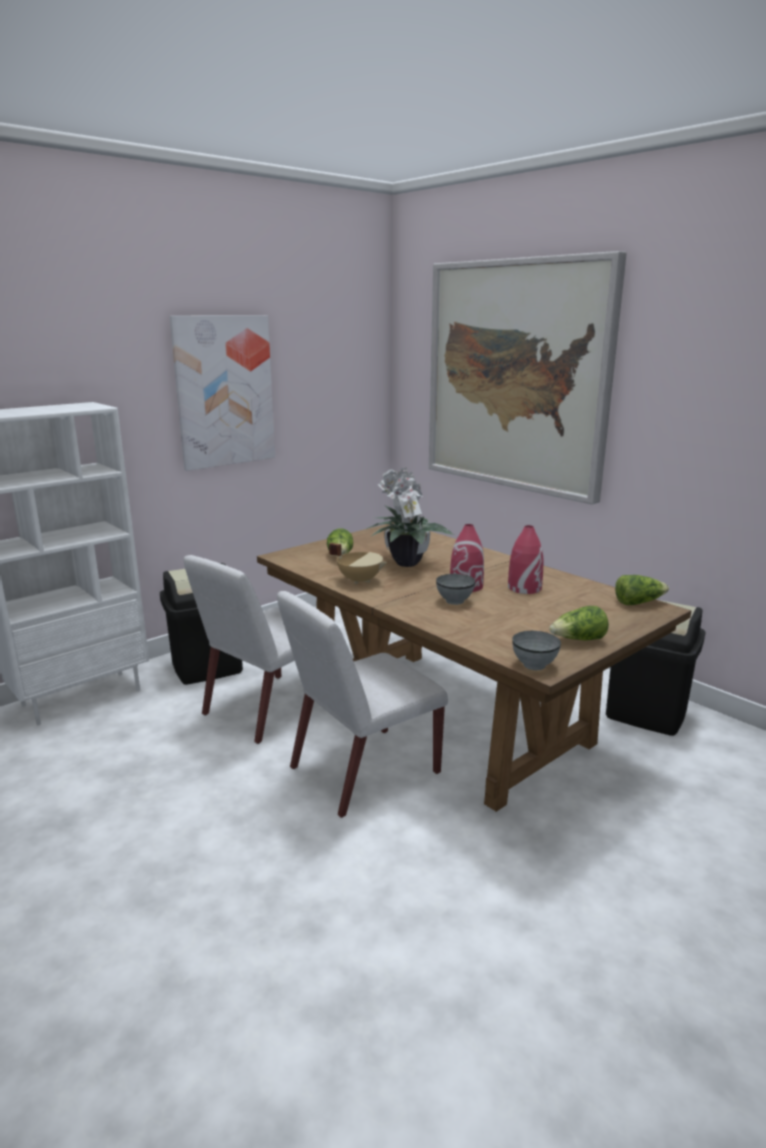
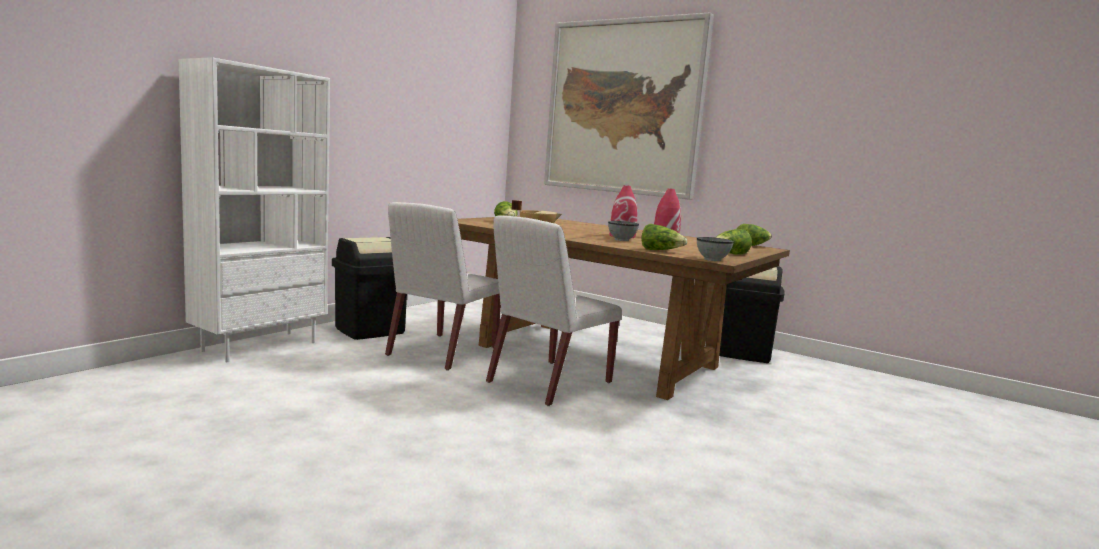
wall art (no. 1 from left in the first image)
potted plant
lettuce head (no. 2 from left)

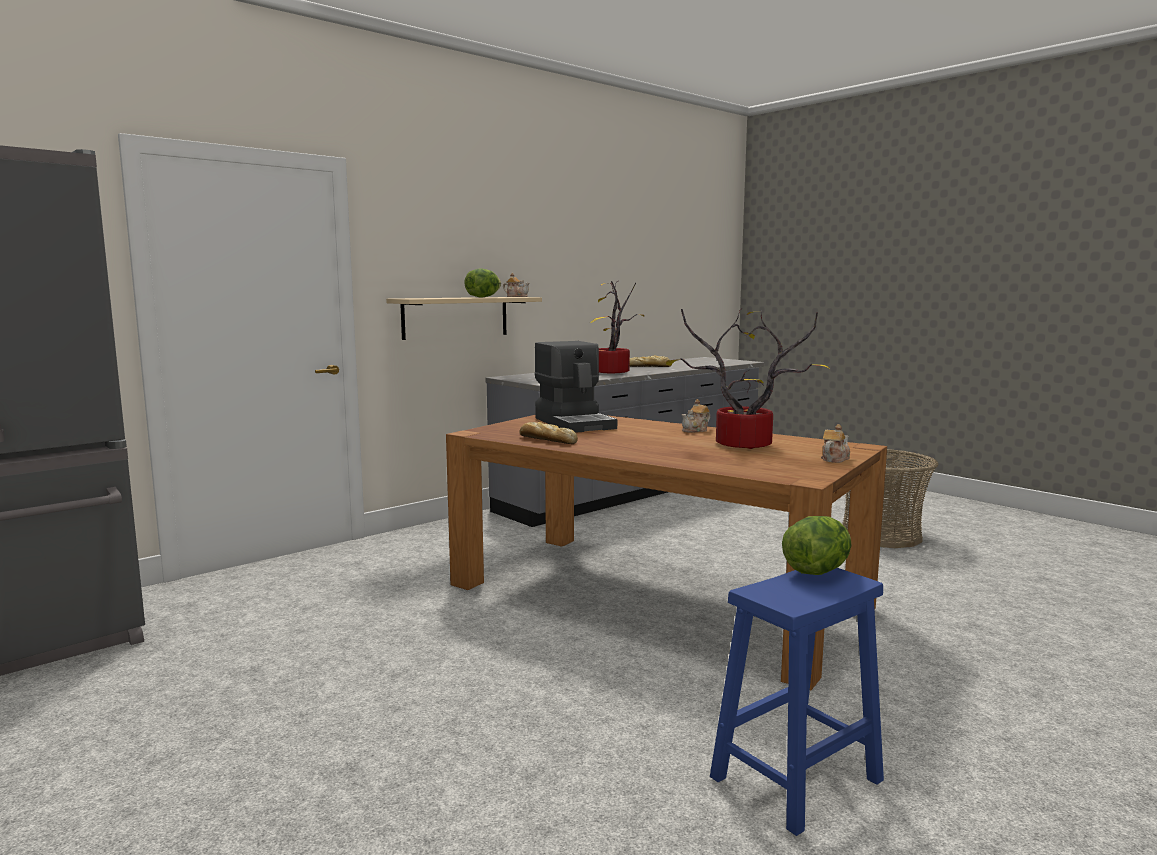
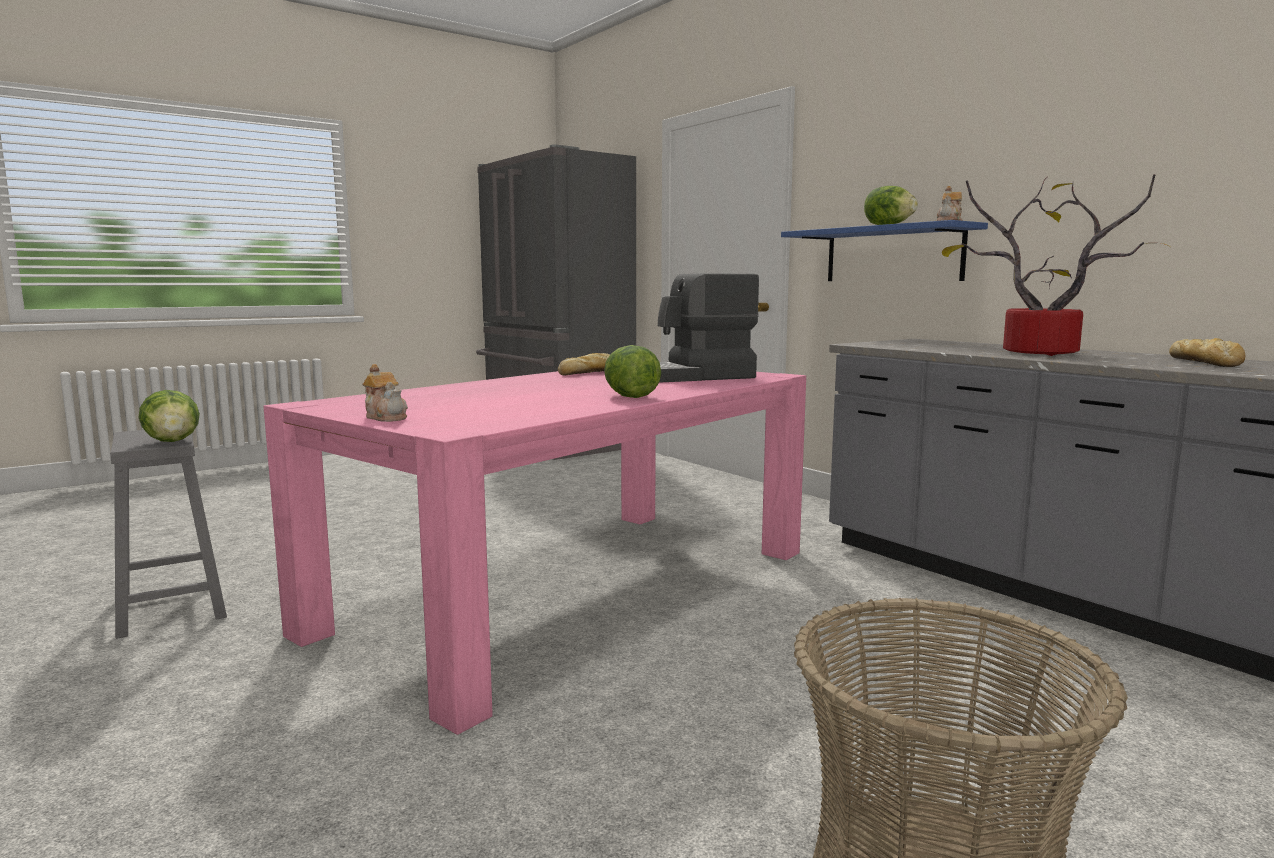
bluish bracket shelf
pink-coloured dining table
potted plant (no. 2 from left in the first image)
lettuce head (no. 2 from left)
greyish stool seat

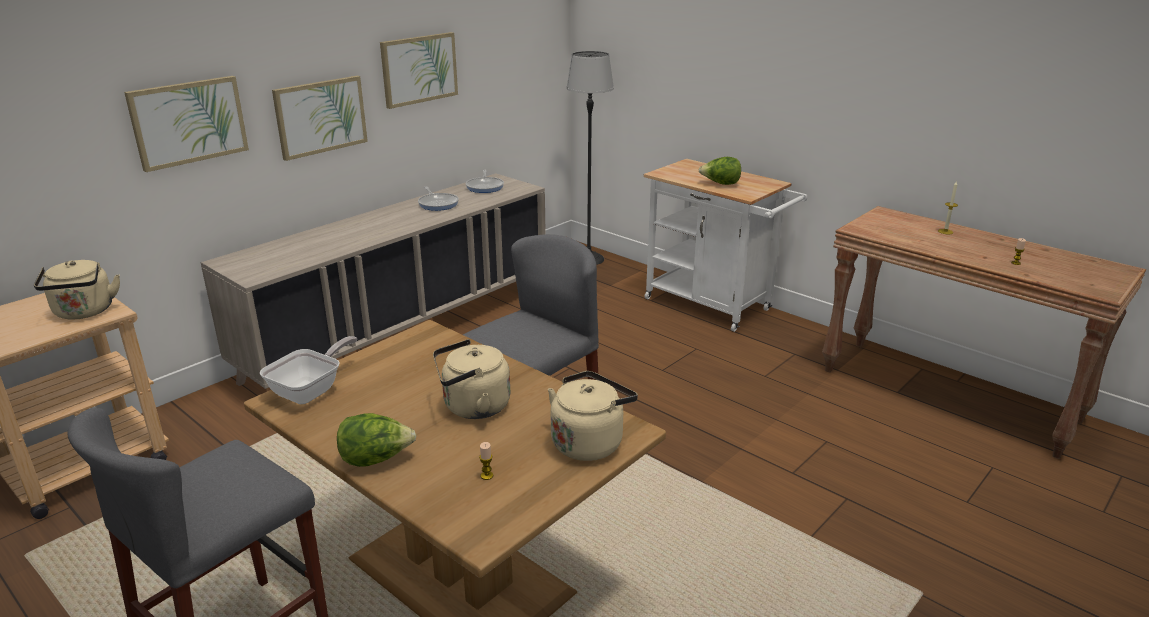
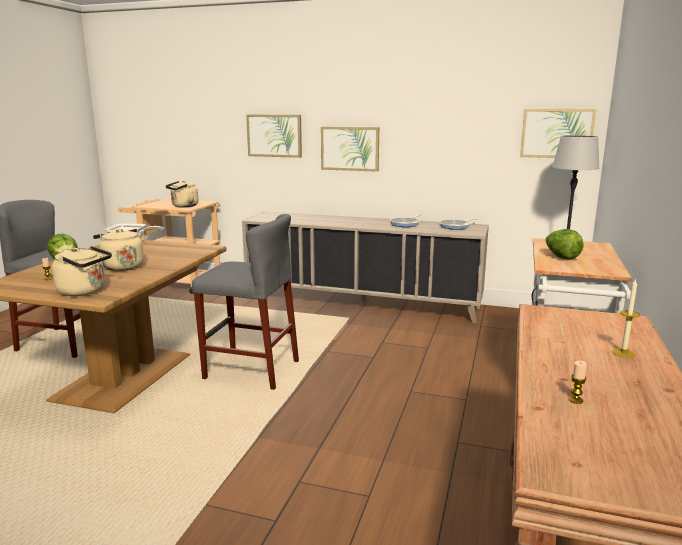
wall art (no. 3 from left)

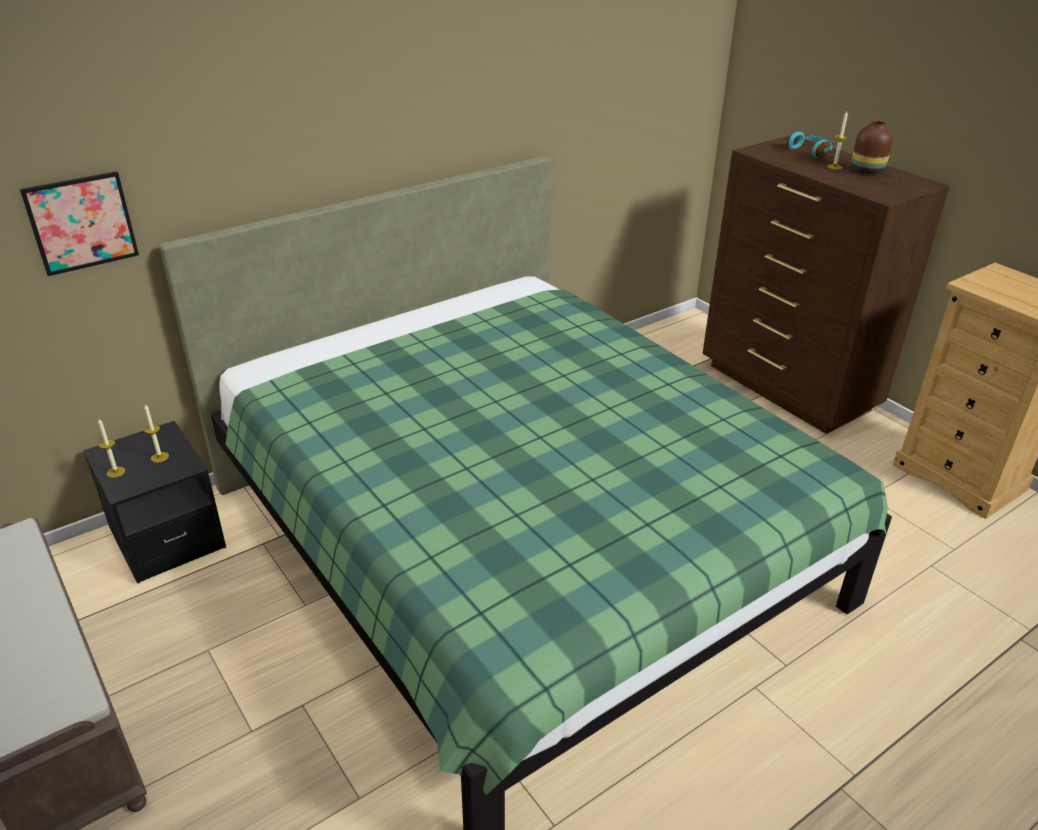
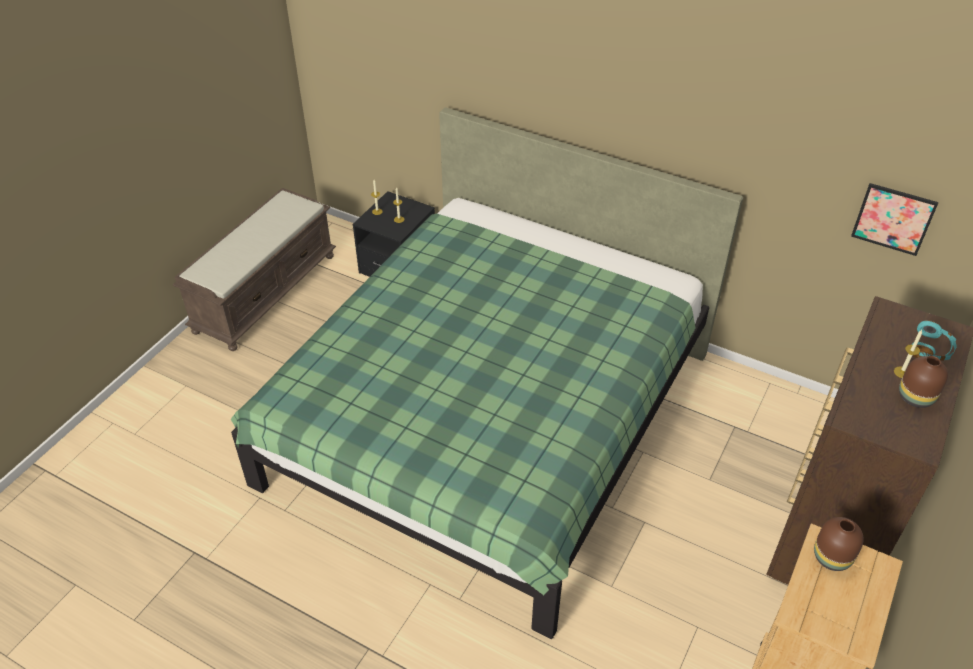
wall art
brown flower vase (no. 1 from left)

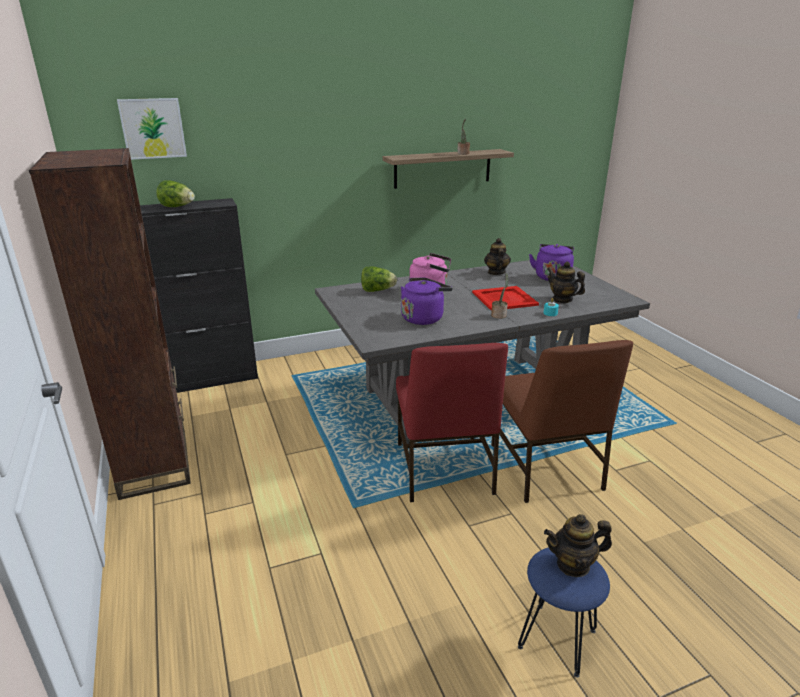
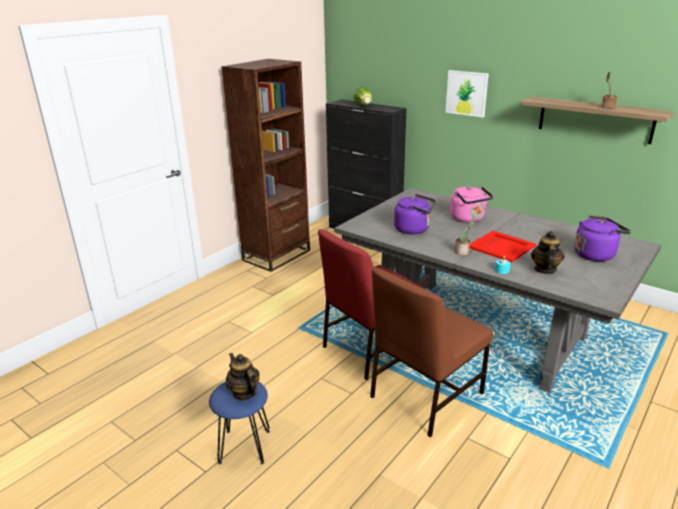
wall art
lettuce head (no. 2 from left in the first image)
teapot (no. 1 from left in the first image)

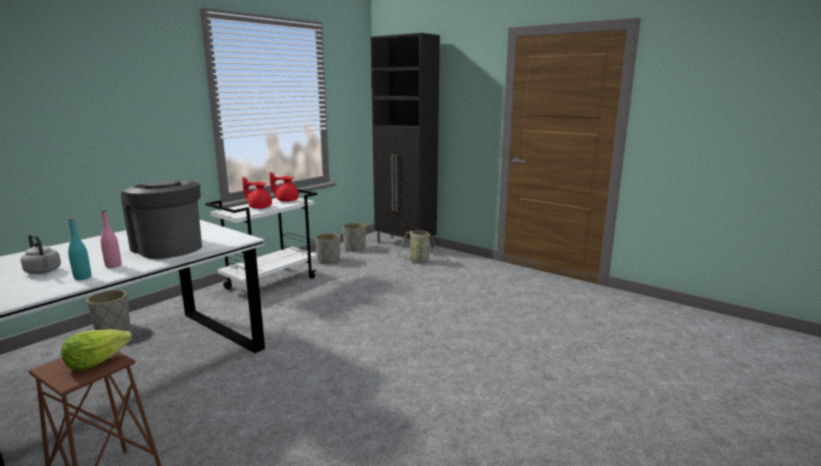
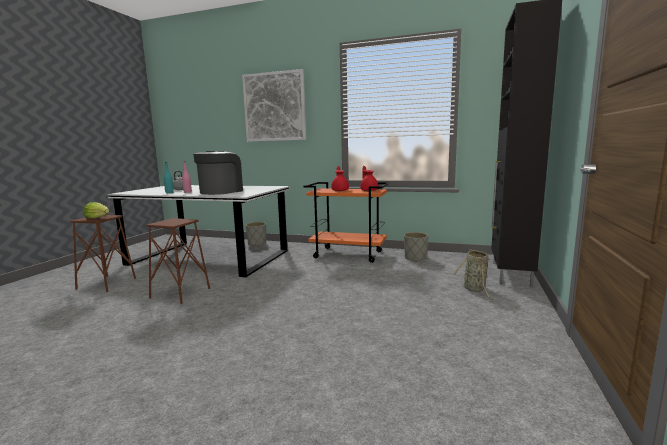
orangey cart
greyish flower pot (no. 3 from left in the first image)
brown stool seat (no. 2 from left)
wall art

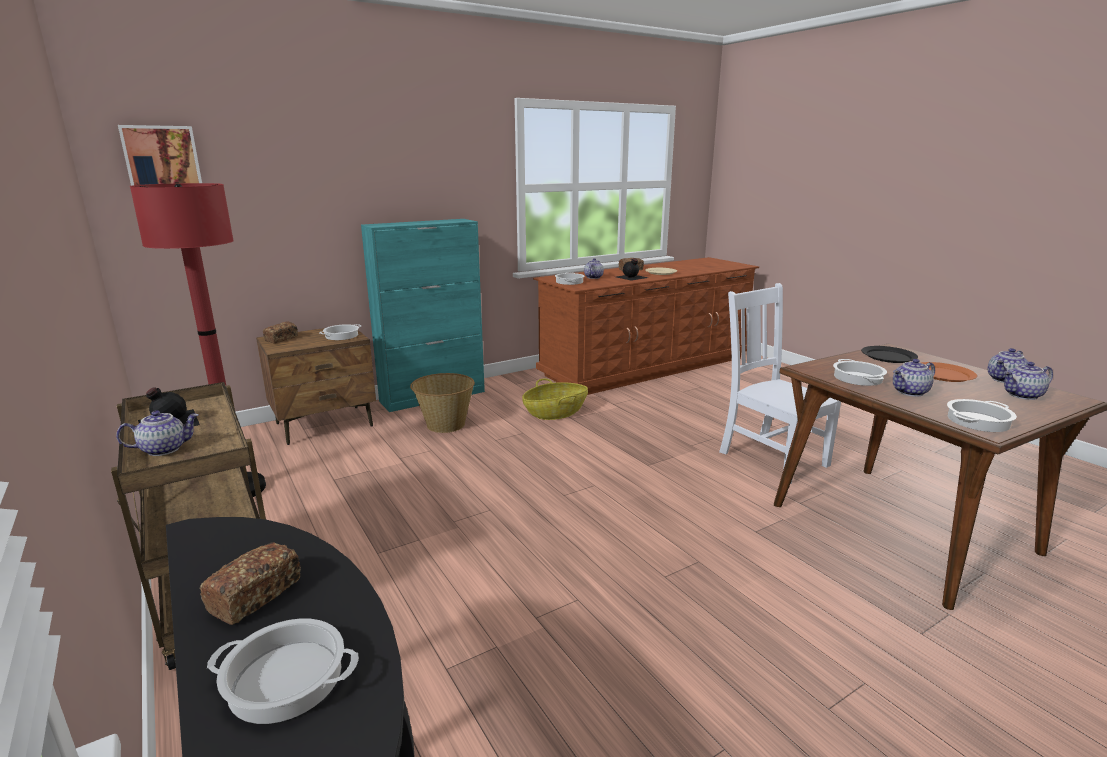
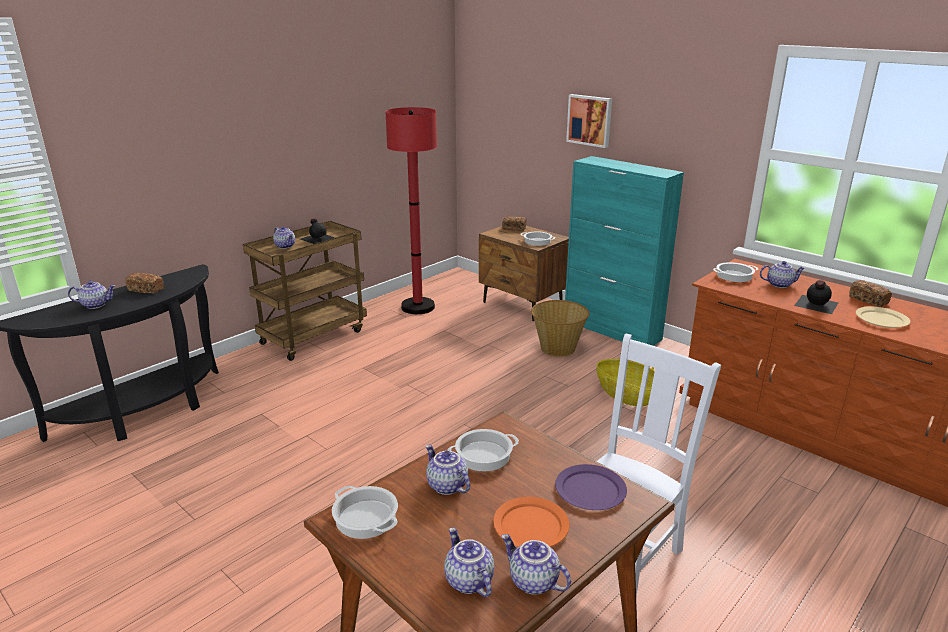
wall art
teapot (no. 1 from left)
purple flat dish

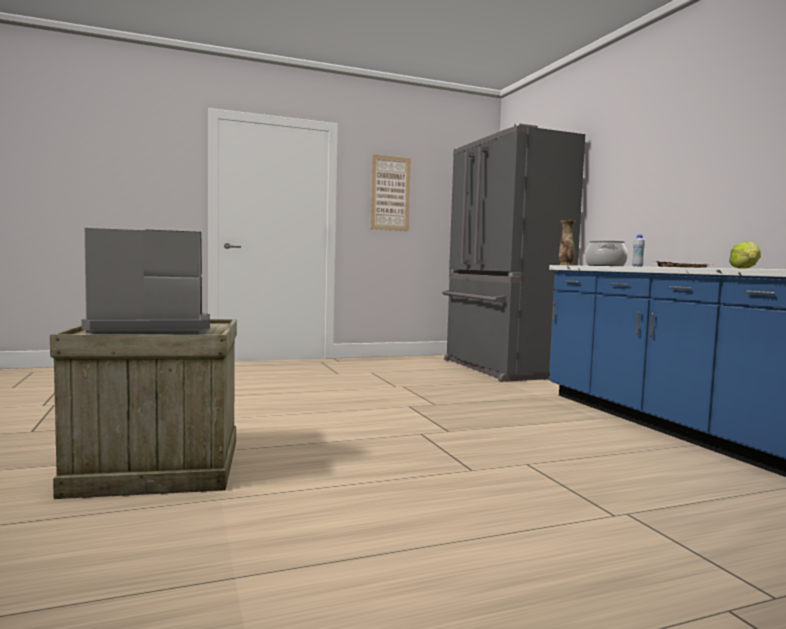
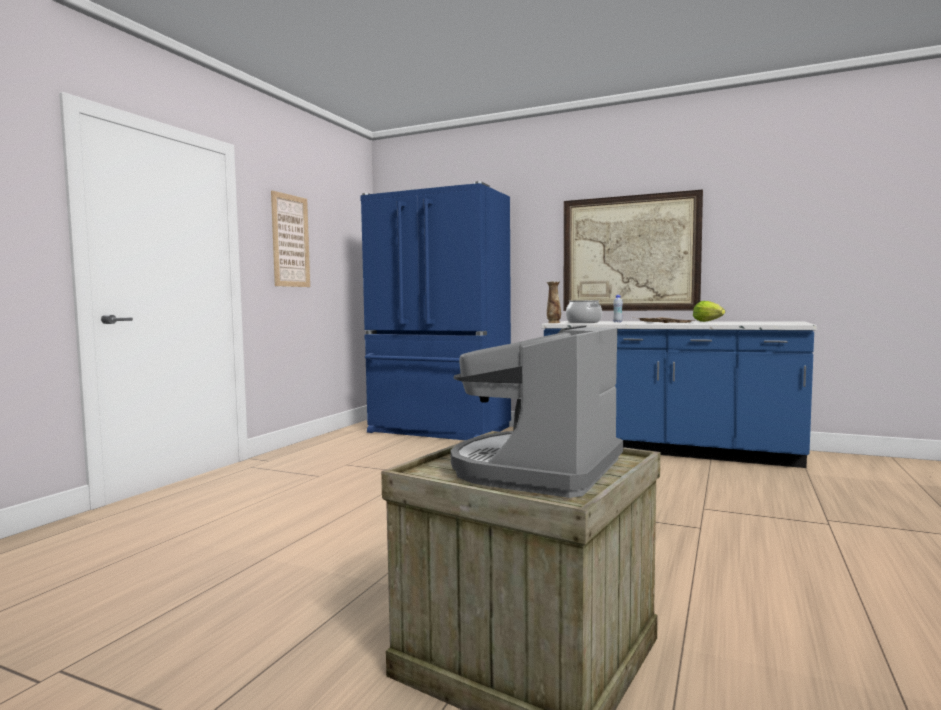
bluish fridge
wall art (no. 2 from left)

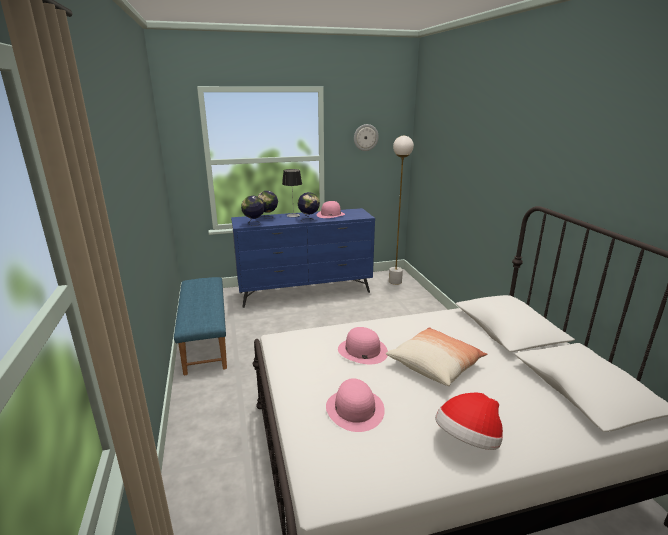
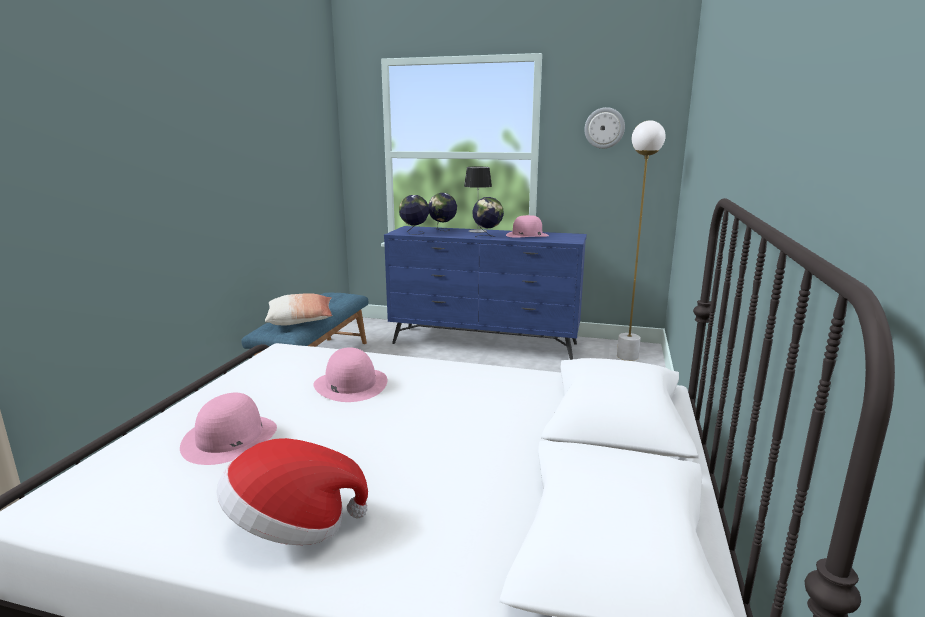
pillow

